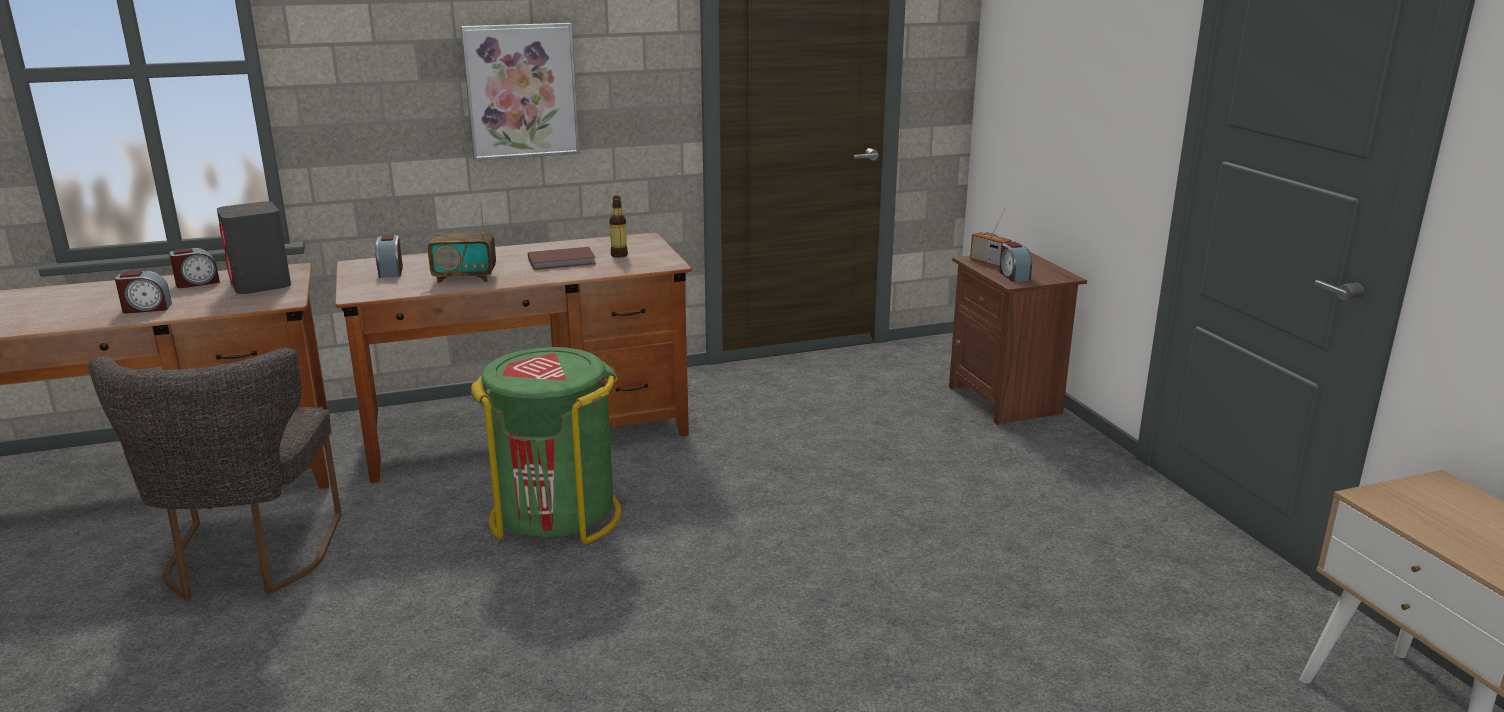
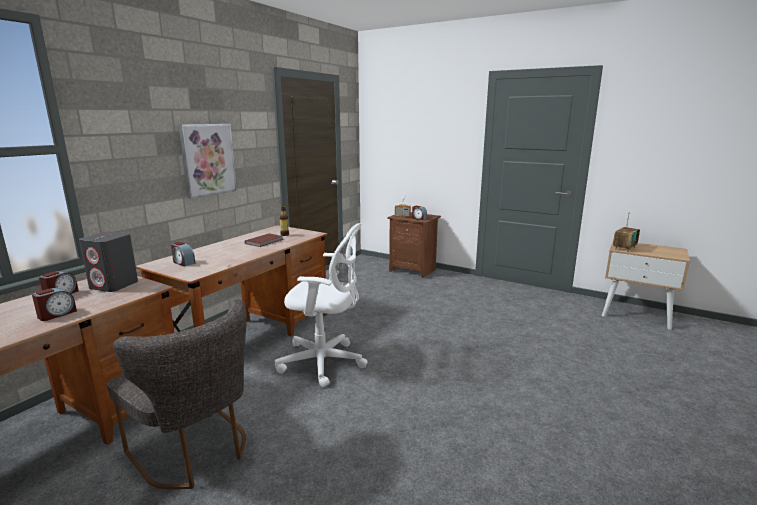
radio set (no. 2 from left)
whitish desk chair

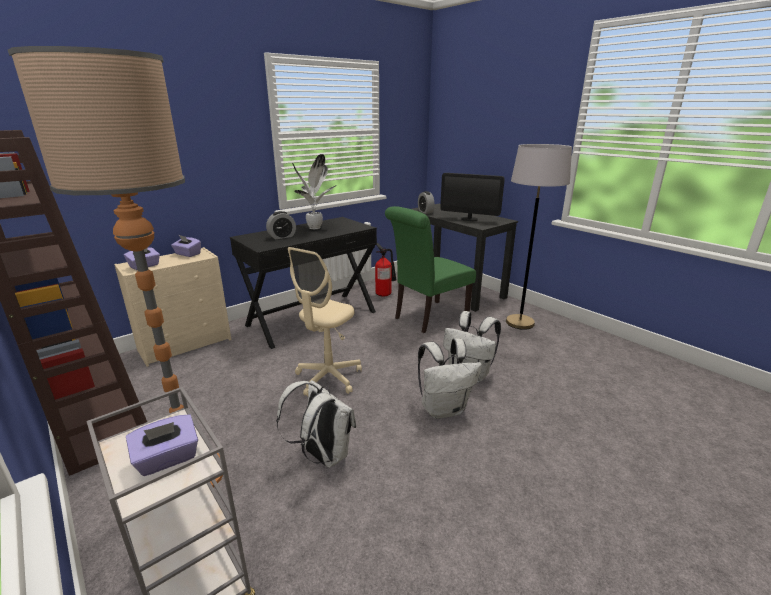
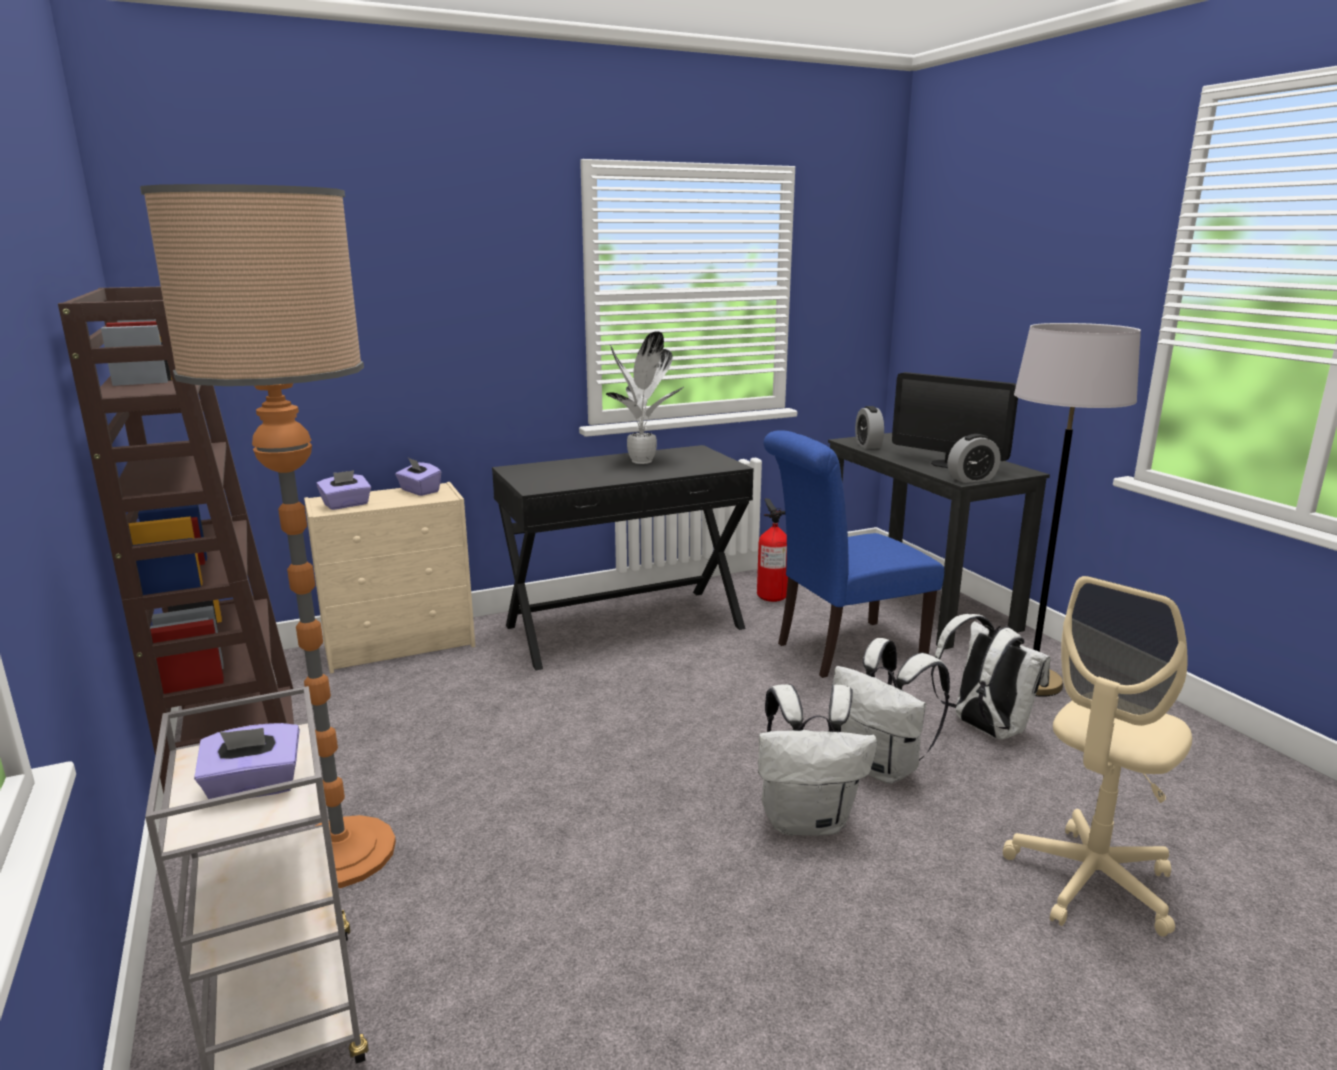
alarm clock (no. 2 from left)
whitish knapsack (no. 3 from left)
beige-coloured desk chair
bluish upright chair

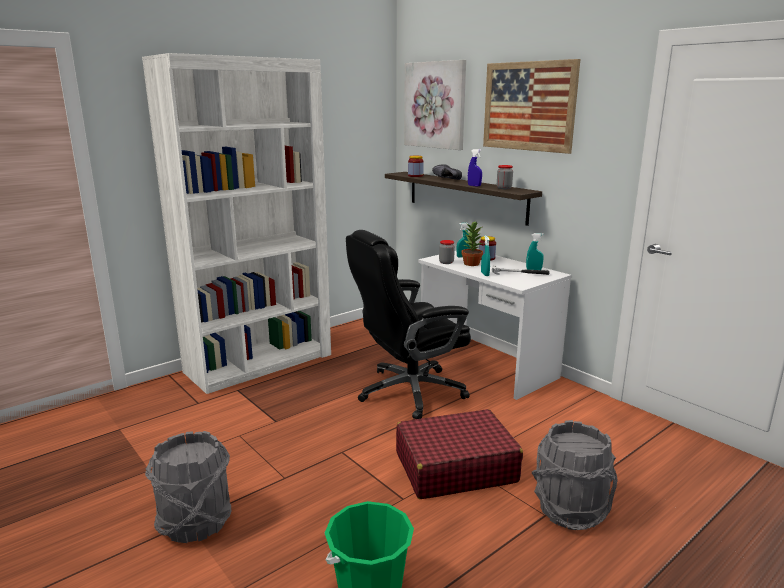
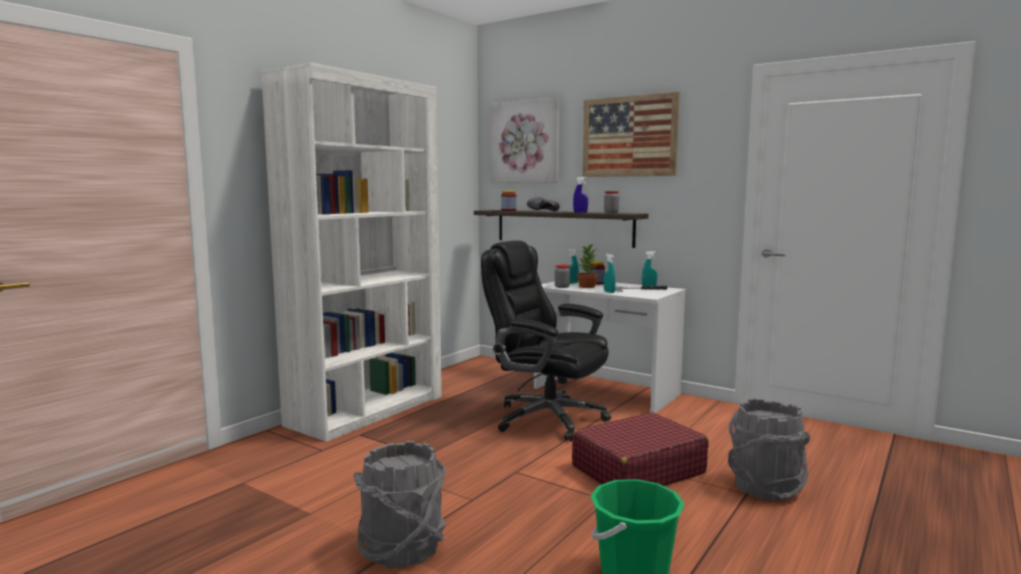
blackish desk chair

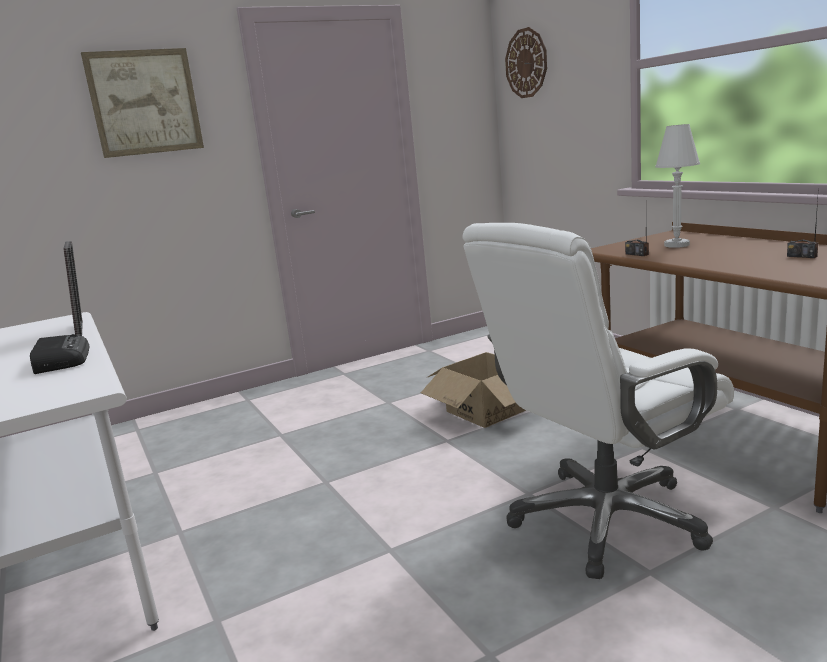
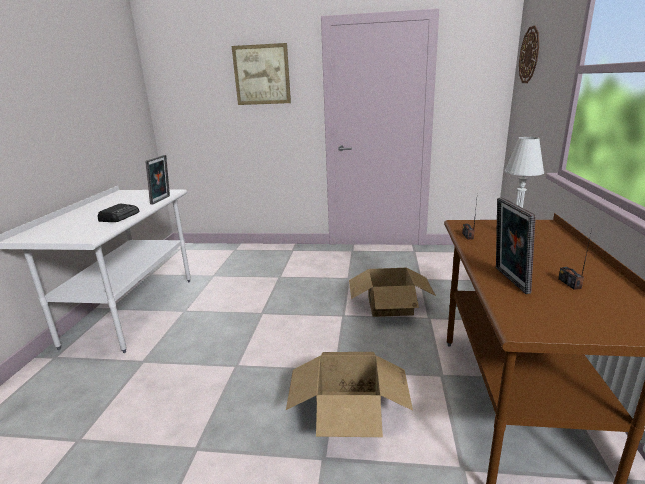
carton (no. 1 from left)
photo frame (no. 2 from left)

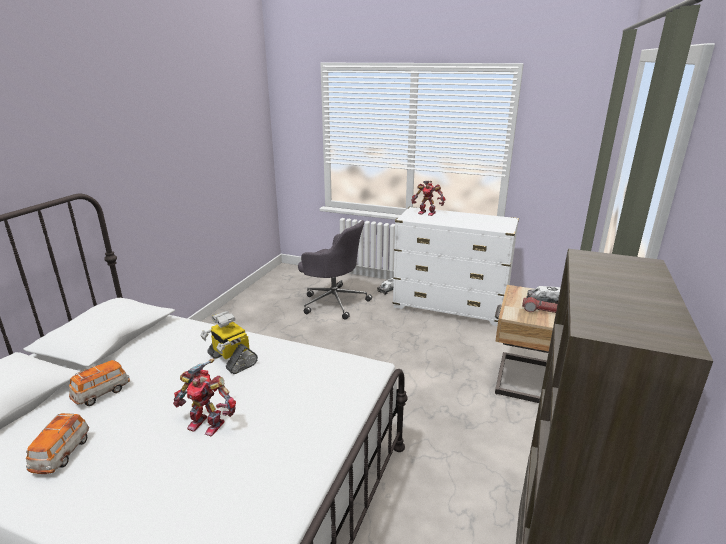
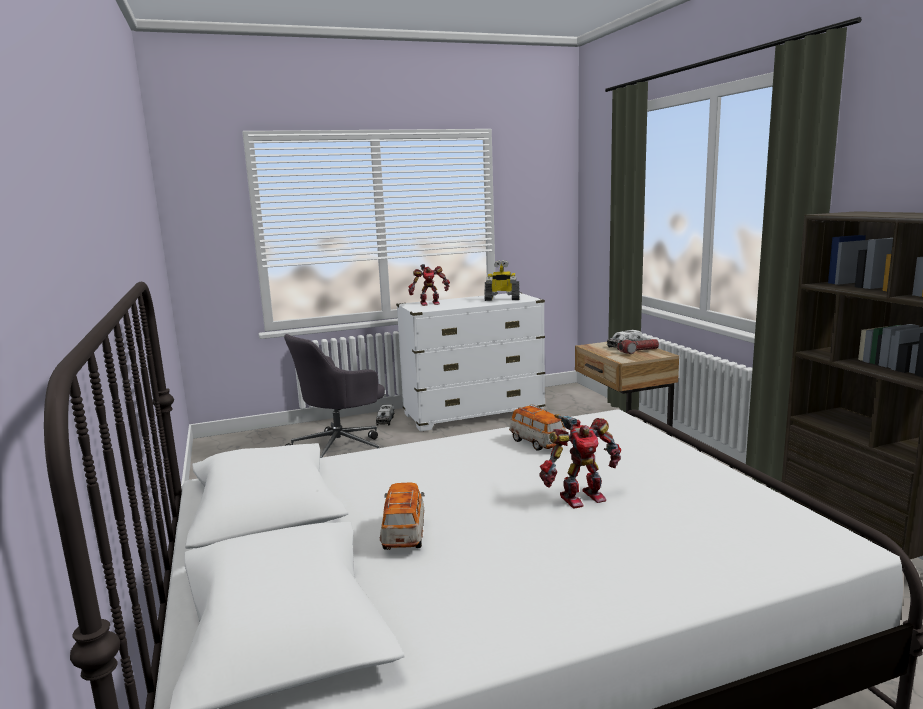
model car (no. 2 from left)
model robot (no. 2 from left)
greyish desk chair

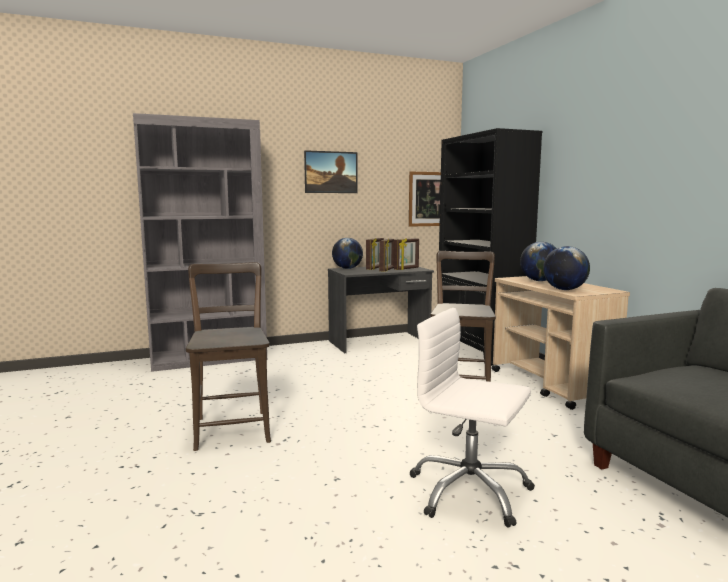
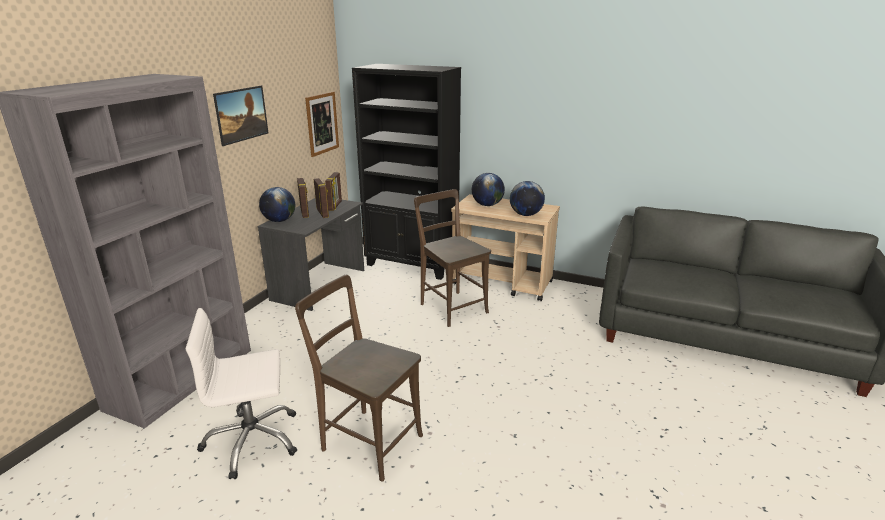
whitish desk chair

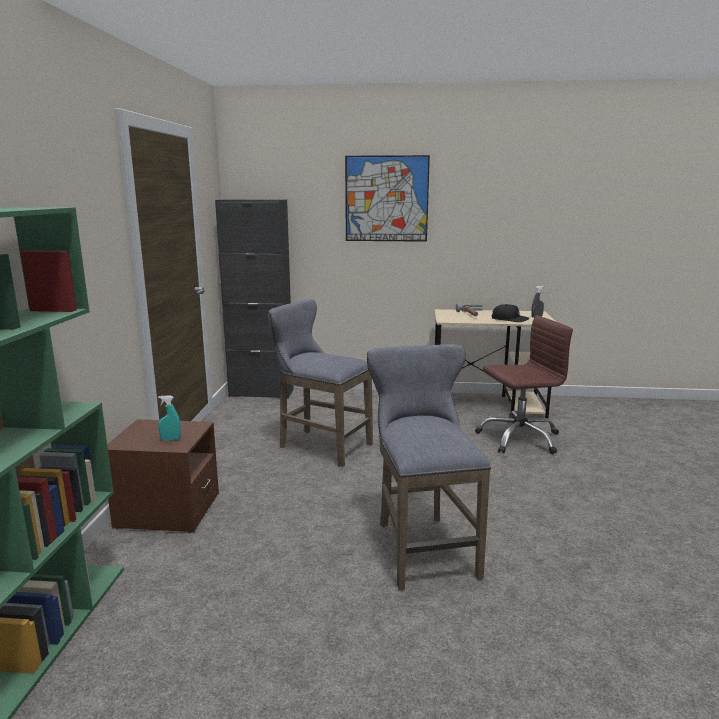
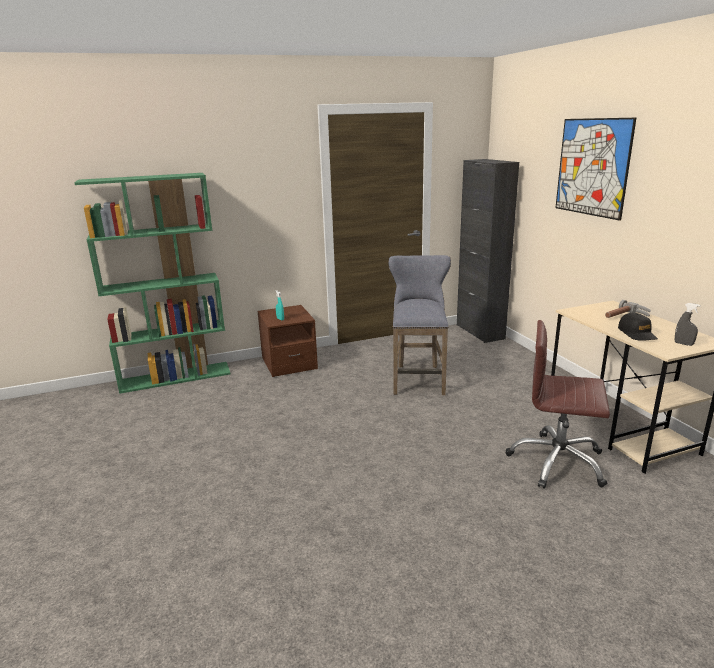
greyish stool seat (no. 2 from left in the first image)
brown desk chair

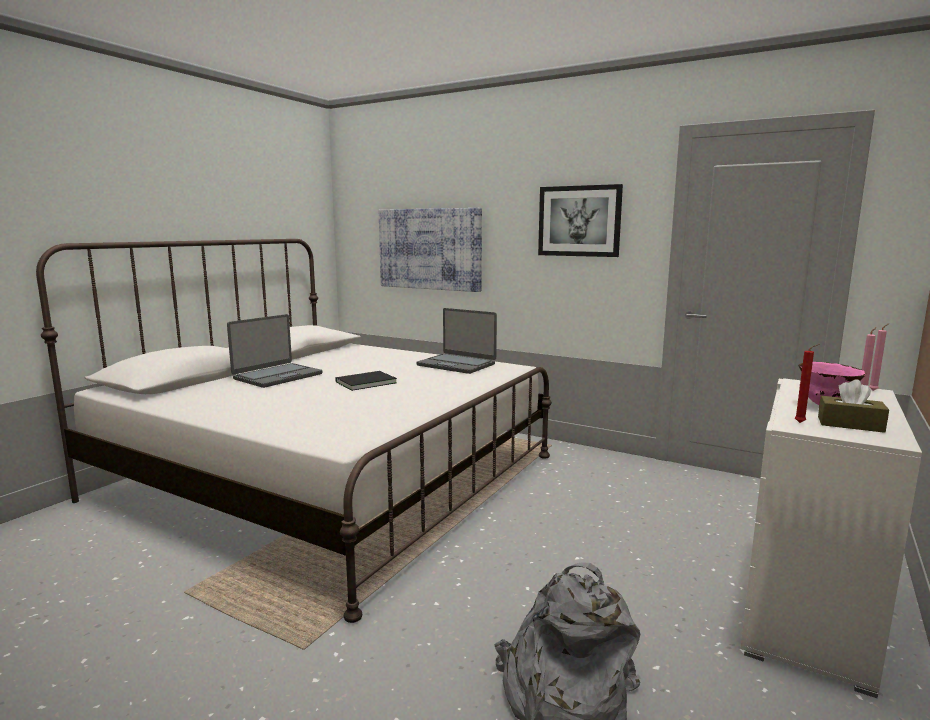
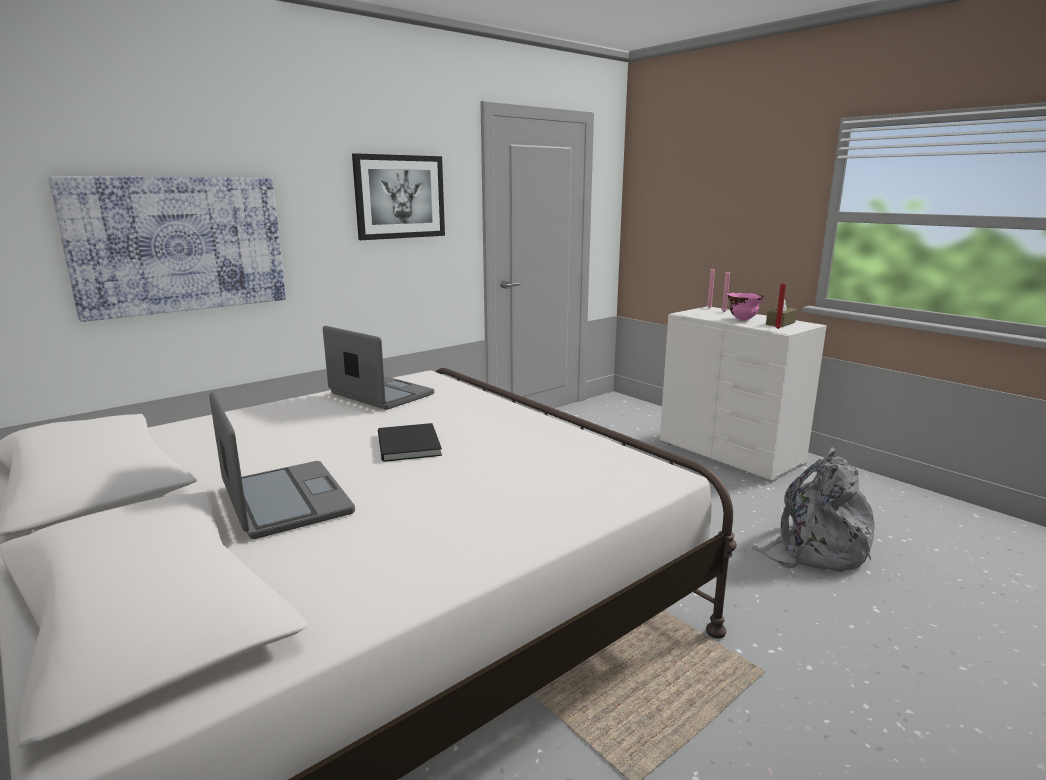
portable computer (no. 2 from left)

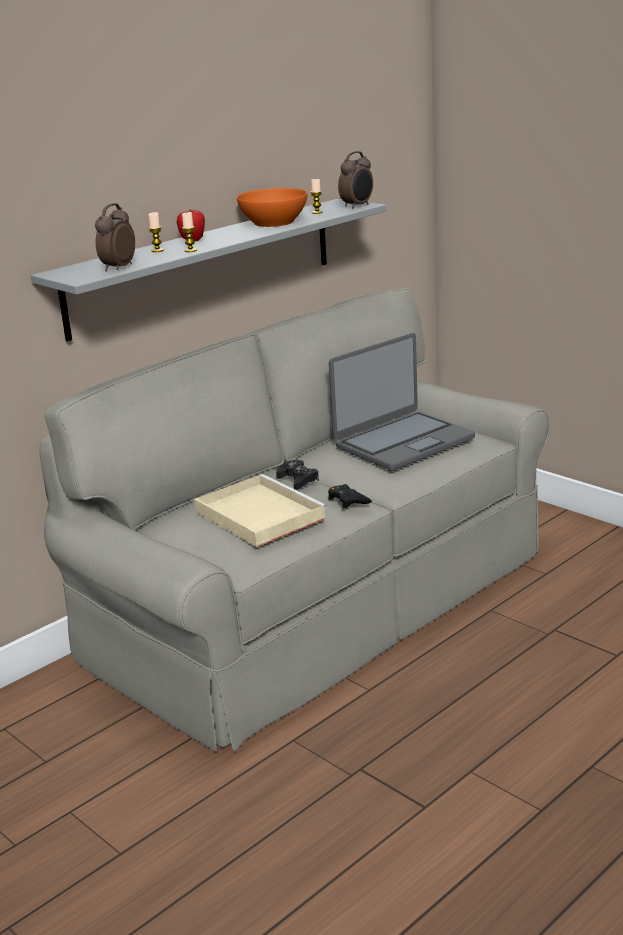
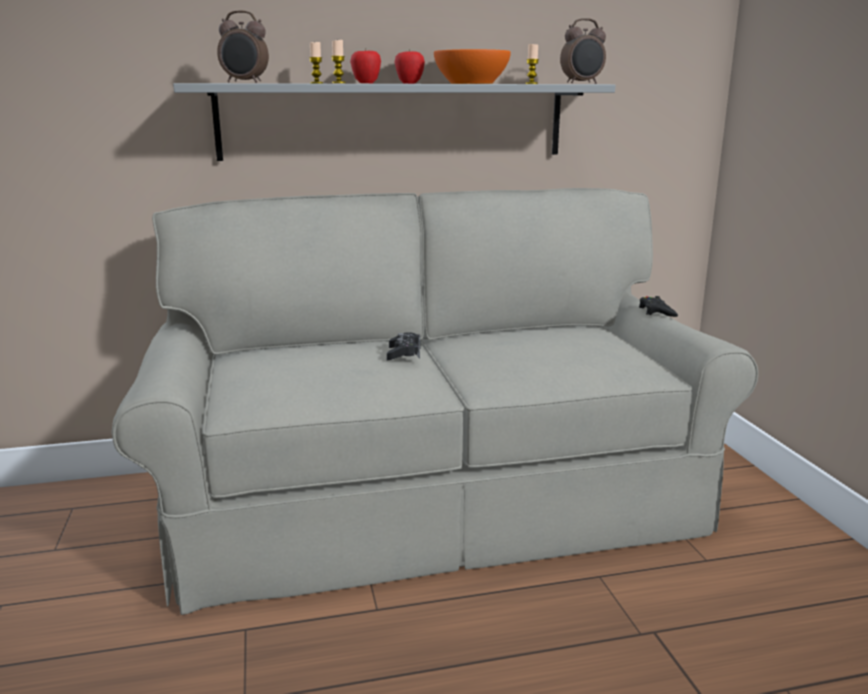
alarm clock (no. 1 from left)
beige-coloured carrying tray
blackish game controller (no. 2 from left)
portable computer
apple (no. 2 from left)

